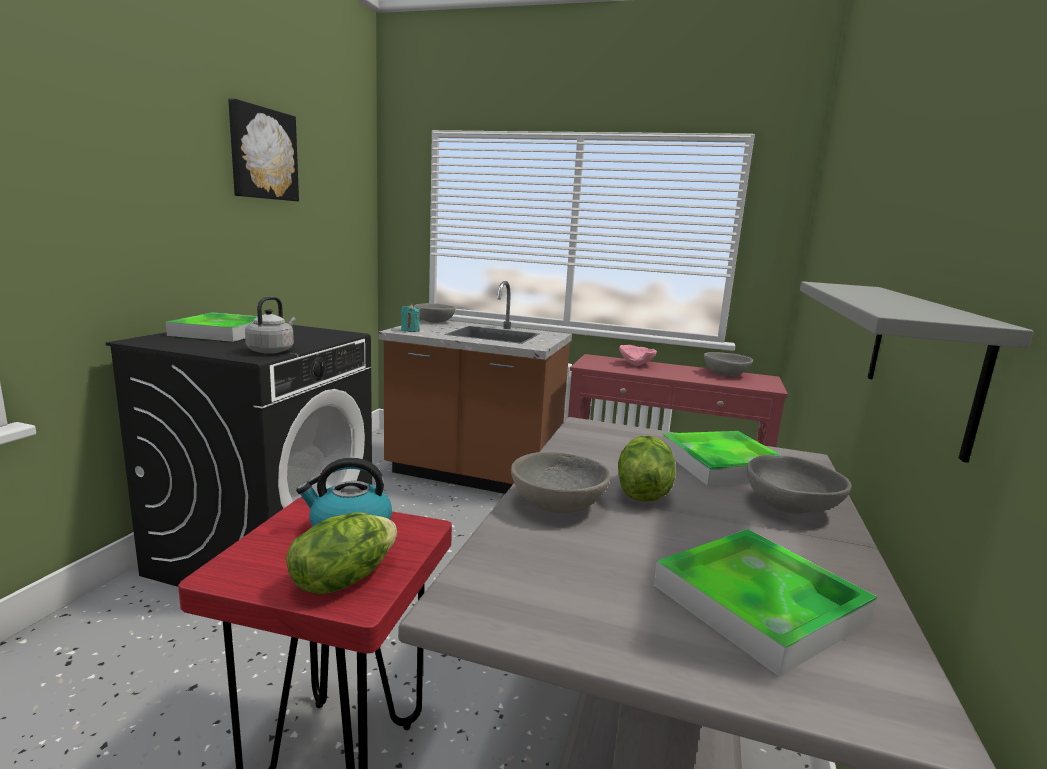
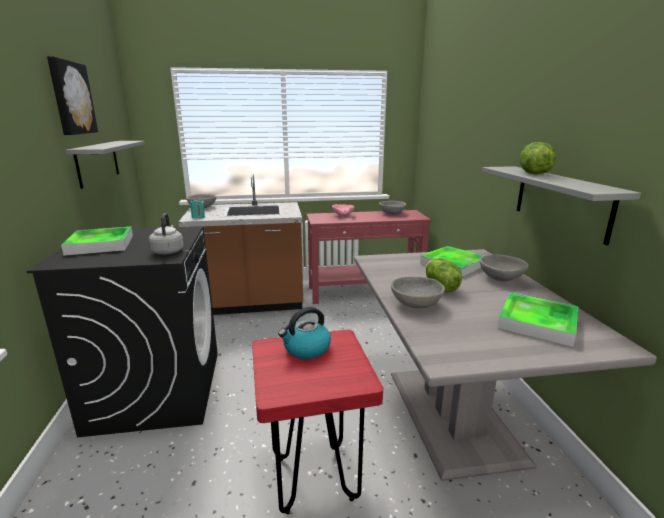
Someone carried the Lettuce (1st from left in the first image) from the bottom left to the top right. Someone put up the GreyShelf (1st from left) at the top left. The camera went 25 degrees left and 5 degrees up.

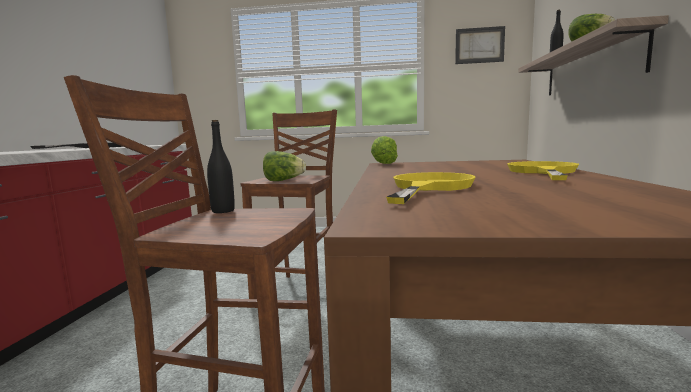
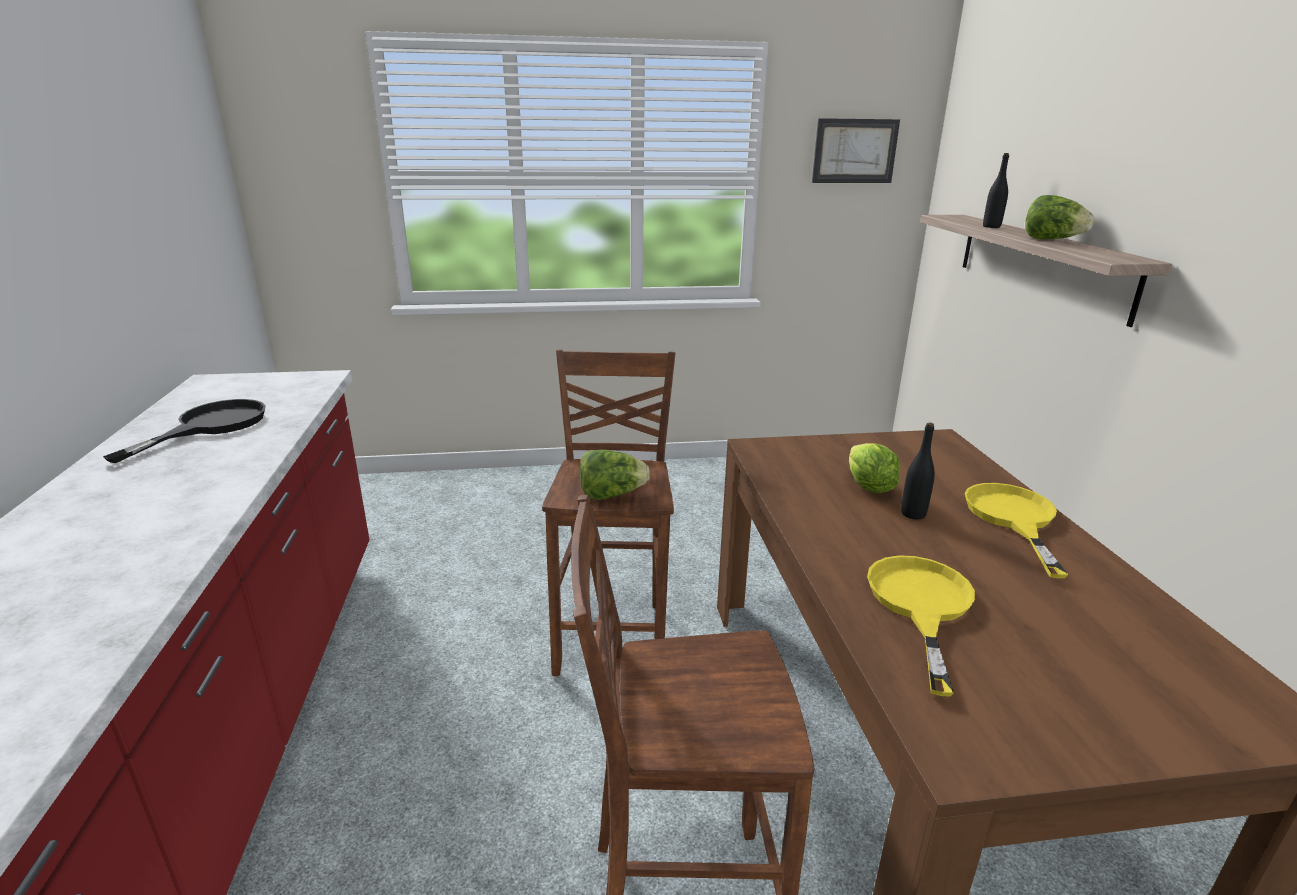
Someone carried the BlackBottle (1st from left) from the middle left to the middle right. Someone carried the Lettuce (2nd from left) from the centre to the middle right. The camera went 15 degrees left and 15 degrees up.

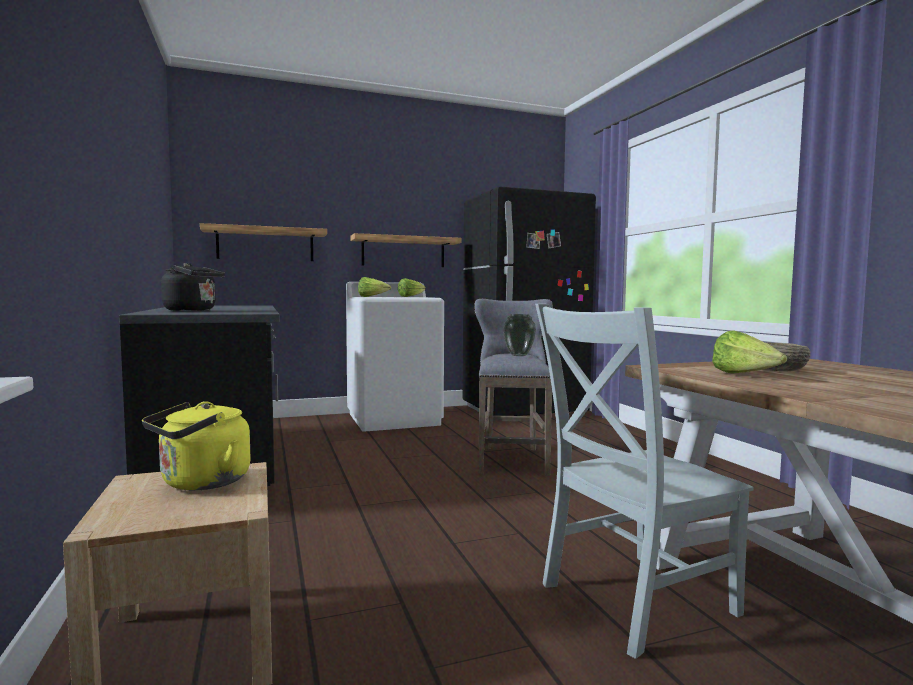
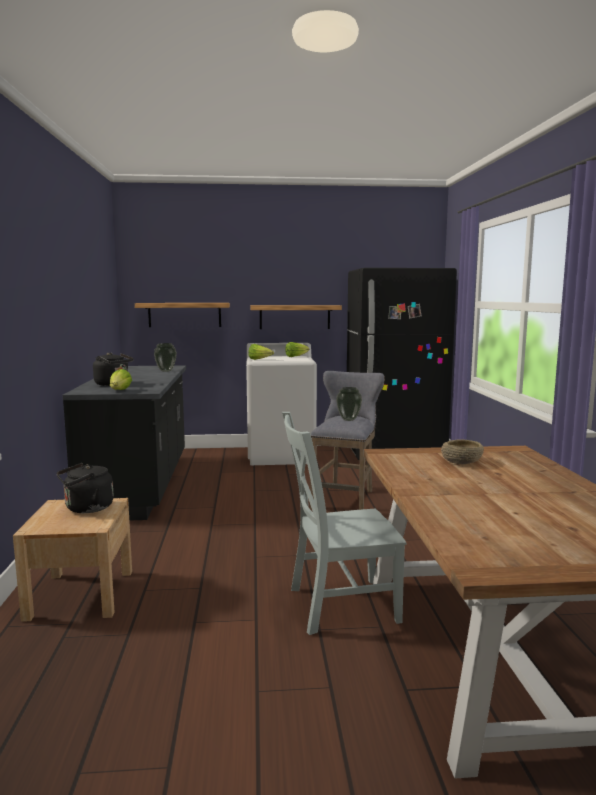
Someone repainted the YellowKettle at the middle left, which became the BlackKettle (1st from left) at the middle left. Someone carried the Lettuce (3rd from left in the first image) from the middle right to the middle left. Someone put down the Vase (1st from left) at the middle left. The camera went 15 degrees right and 5 degrees up.

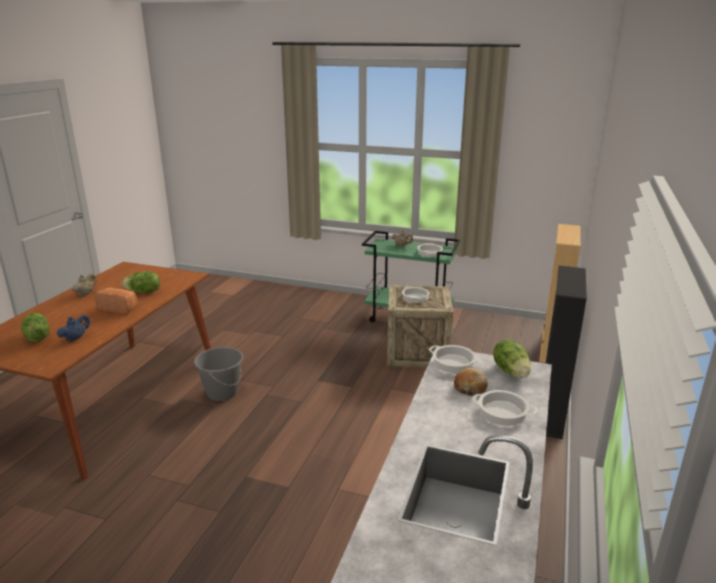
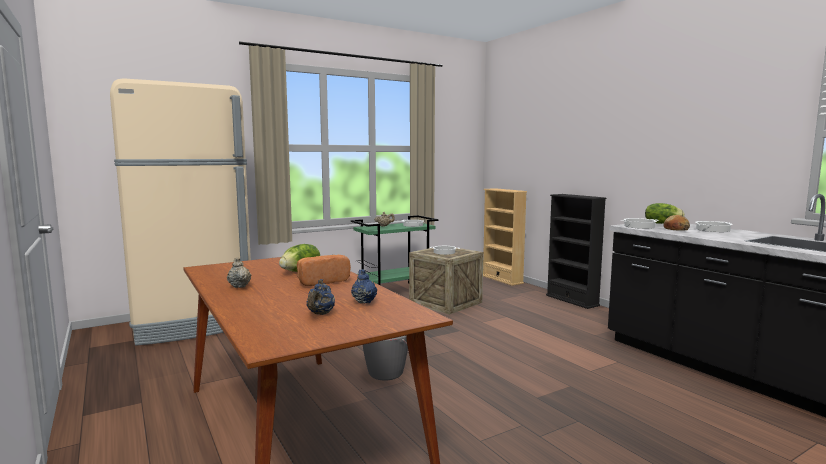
Someone swapped the Lettuce (1st from left) at the middle left for the BlueTeapot (1st from left) at the centre. Someone put down the BeigeFridge at the middle left. The camera went 50 degrees left and 15 degrees down.

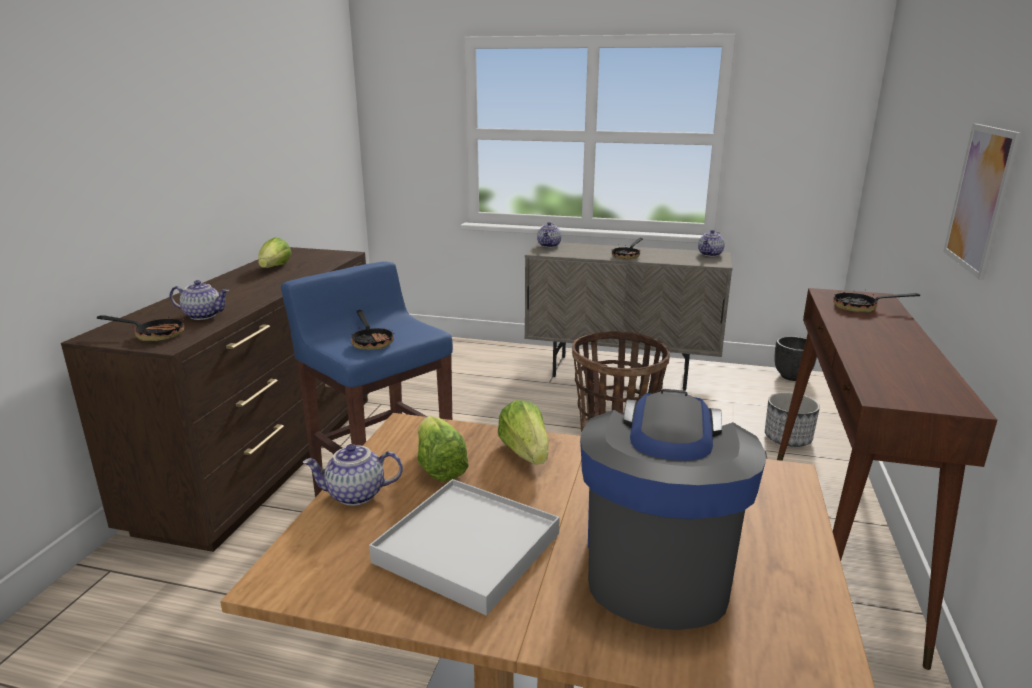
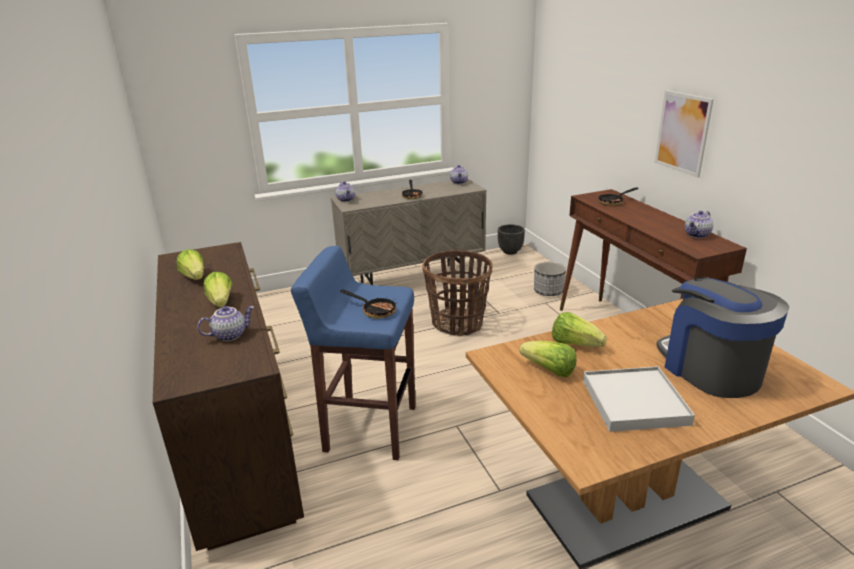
Someone took away the FryingPan (1st from left) at the middle left. Someone carried the Teapot (2nd from left in the first image) from the bottom centre to the middle right. Someone put down the Lettuce (2nd from left) at the middle left. The camera went 35 degrees left and 5 degrees up.

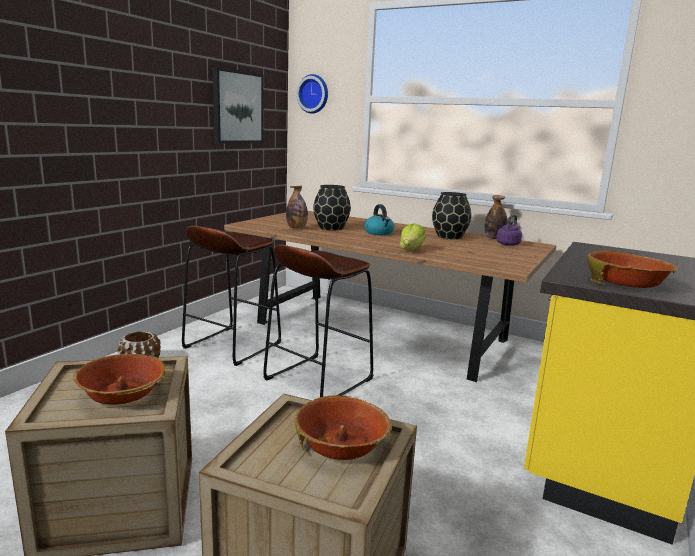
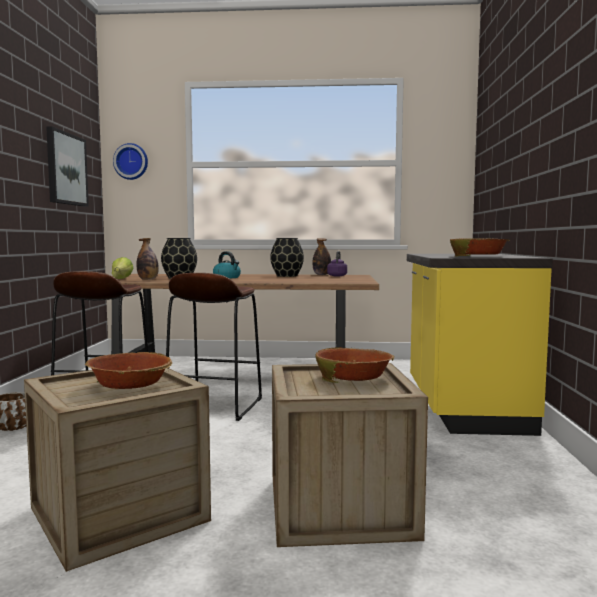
Someone carried the Lettuce from the centre to the middle left. The camera went 25 degrees left and 10 degrees down.

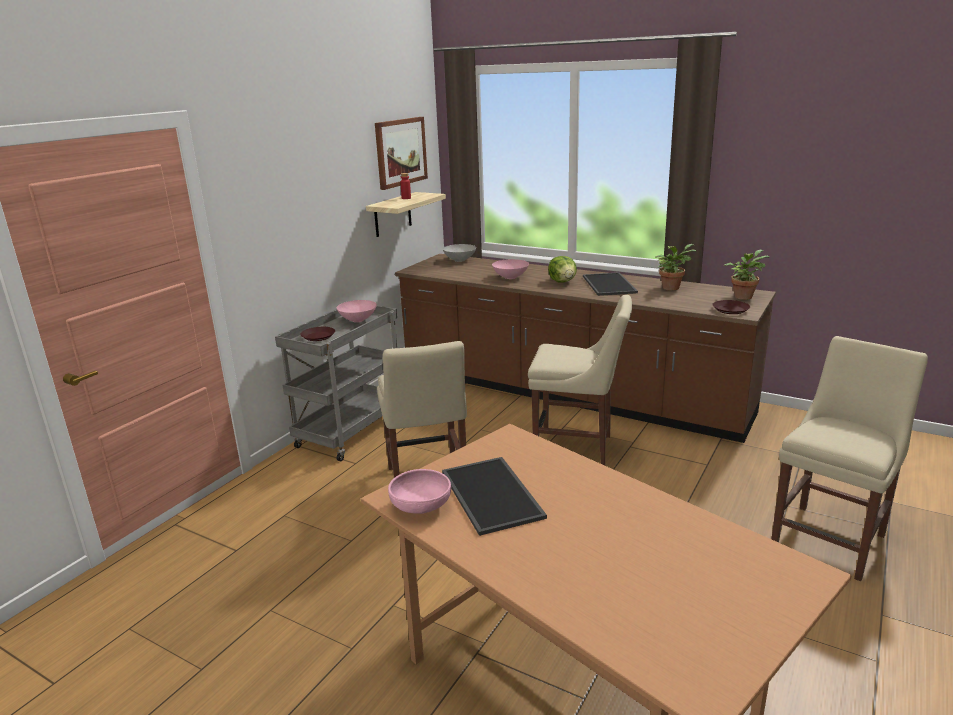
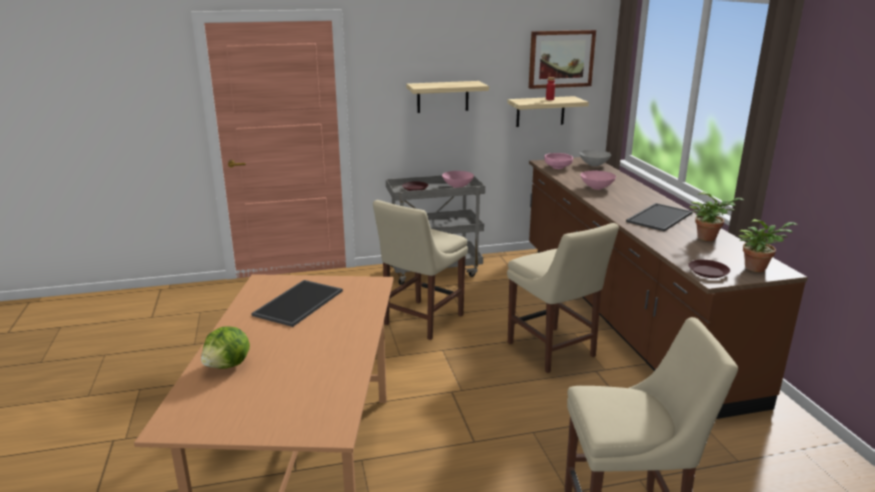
Someone carried the PinkBowl (2nd from left) from the bottom centre to the top centre. Someone carried the Lettuce from the centre to the bottom left. Someone put up the Shelf (1st from left) at the top centre. The camera went 45 degrees right and 0 degrees up.

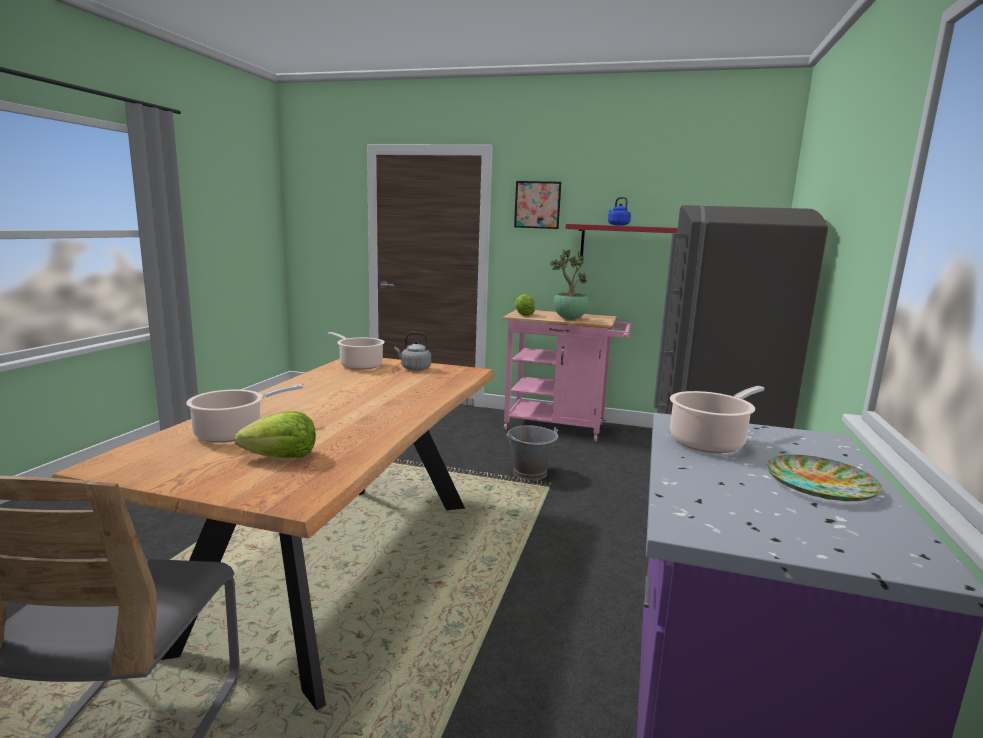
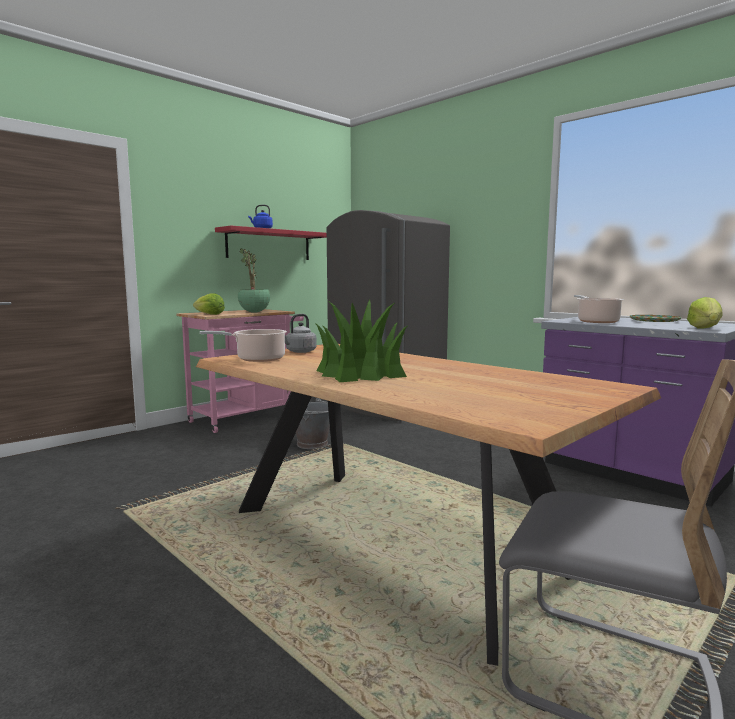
Someone took away the CookingPot (1st from left) at the middle left. Someone carried the Lettuce (1st from left in the first image) from the middle left to the middle right. Someone took away the Picture at the top centre. Someone put down the PottedPlant (2nd from left) at the centre. The camera went 60 degrees left and 5 degrees down.

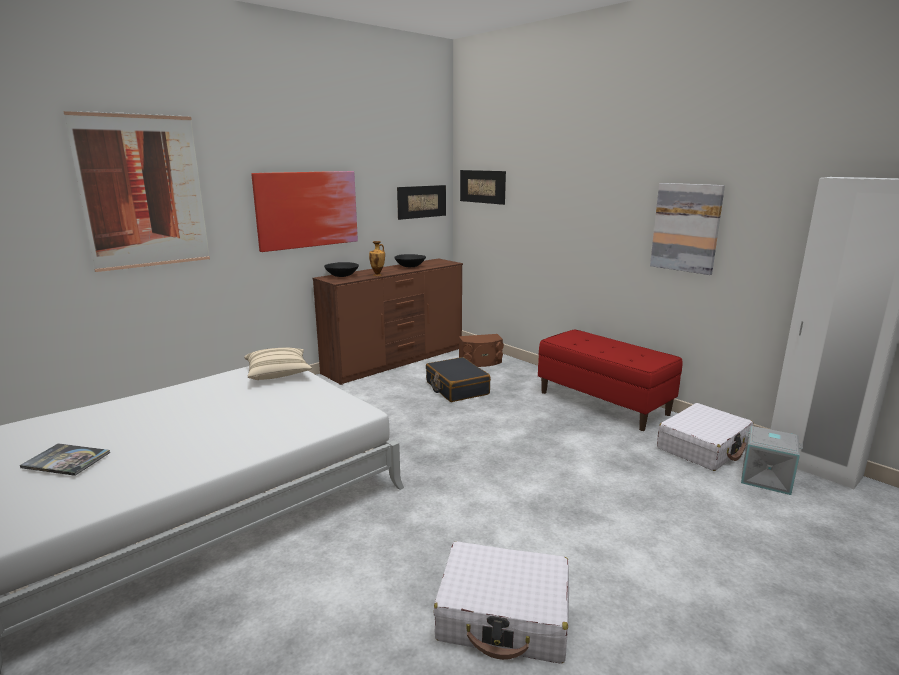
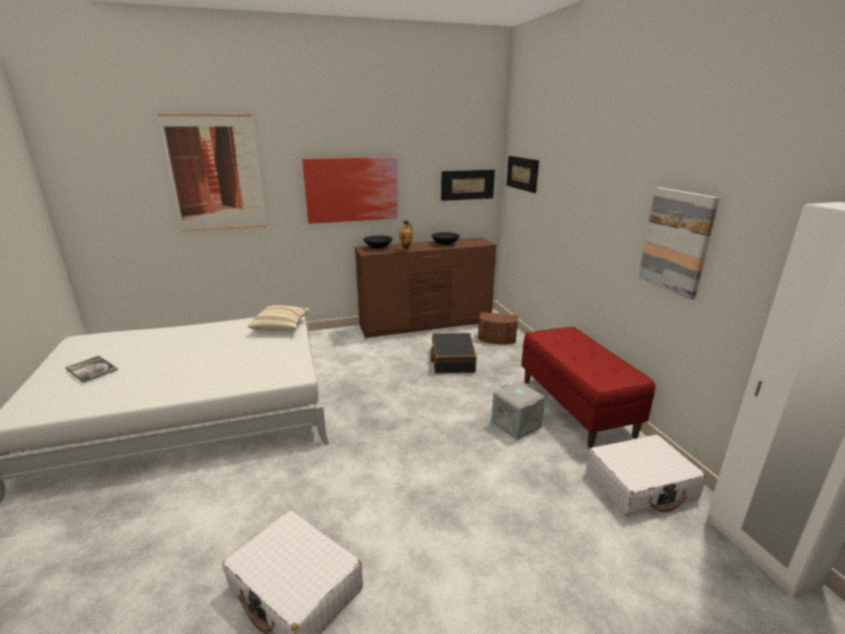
Someone carried the GreyStorageBox from the bottom right to the centre. The camera went 25 degrees right and 5 degrees up.

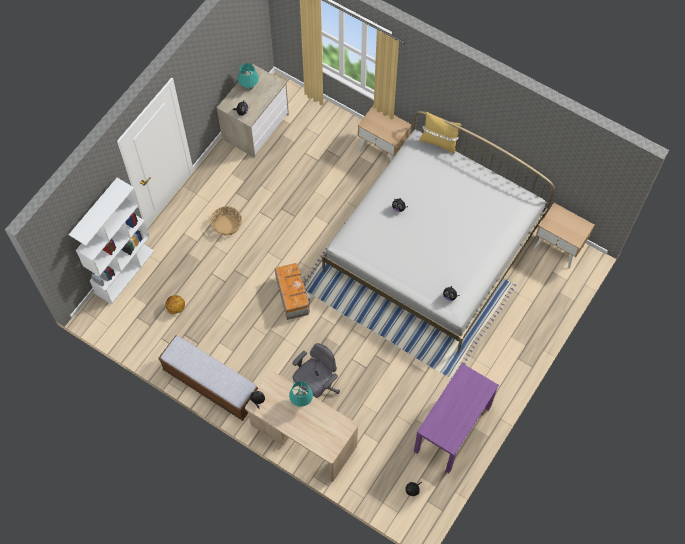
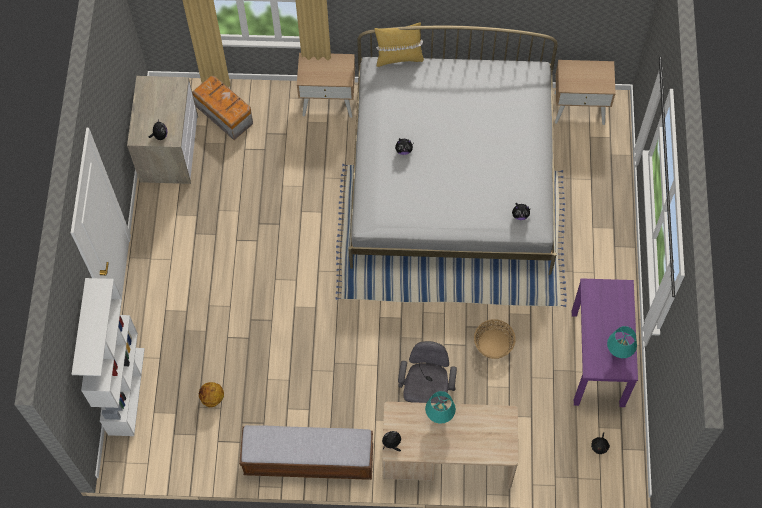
Someone carried the Basket from the middle left to the bottom centre. Someone carried the TurquoiseTableLamp (1st from left in the first image) from the top centre to the bottom right. Someone carried the StorageBox from the centre to the top left. The camera went 30 degrees left and 0 degrees up.

